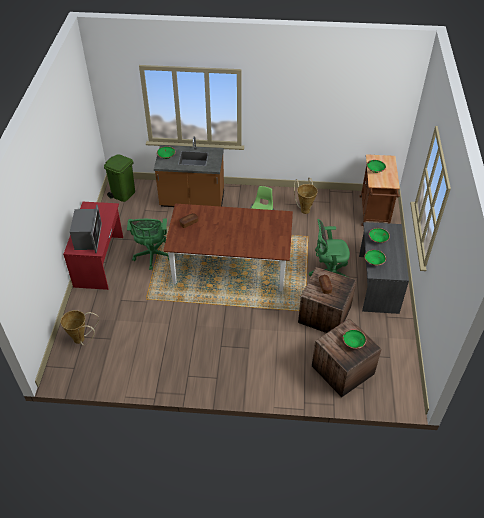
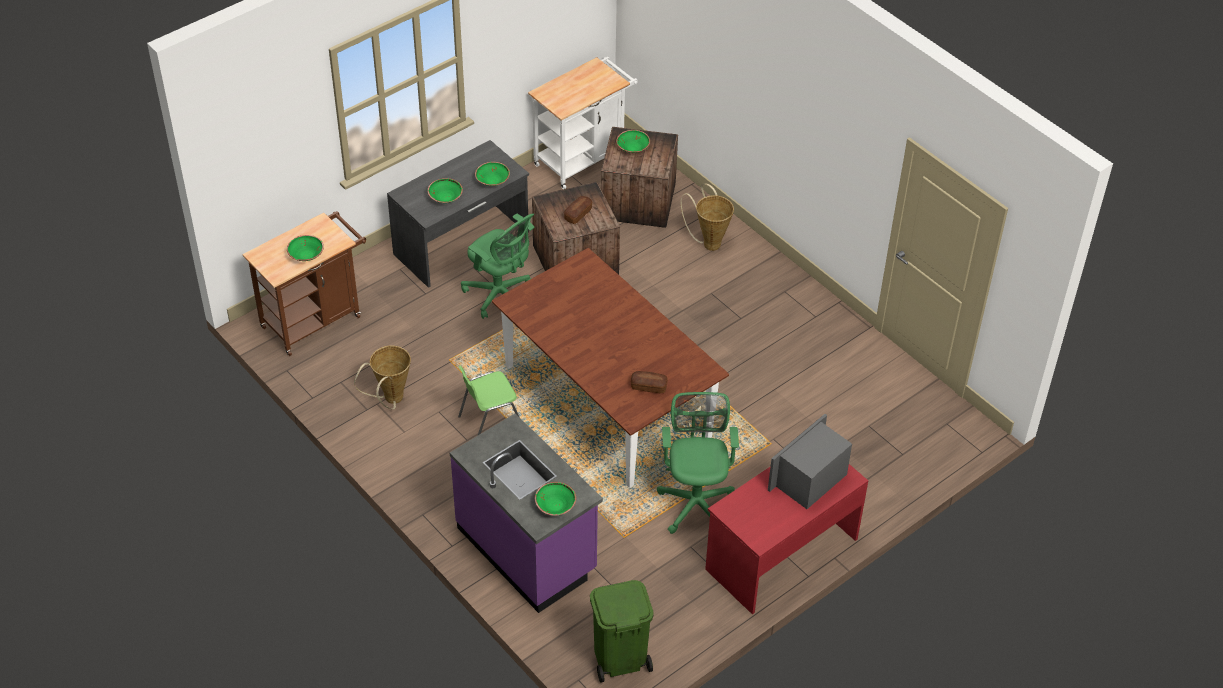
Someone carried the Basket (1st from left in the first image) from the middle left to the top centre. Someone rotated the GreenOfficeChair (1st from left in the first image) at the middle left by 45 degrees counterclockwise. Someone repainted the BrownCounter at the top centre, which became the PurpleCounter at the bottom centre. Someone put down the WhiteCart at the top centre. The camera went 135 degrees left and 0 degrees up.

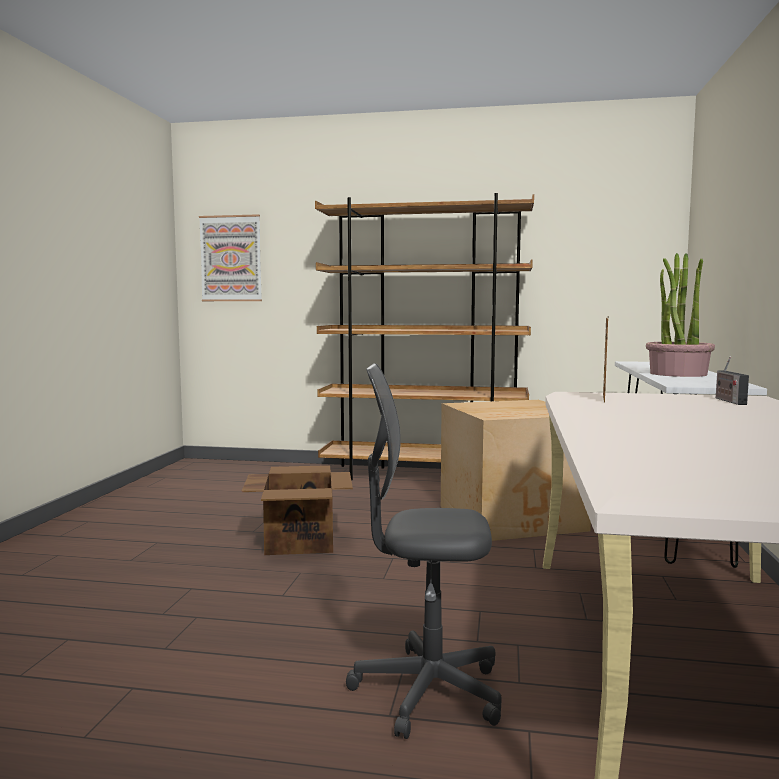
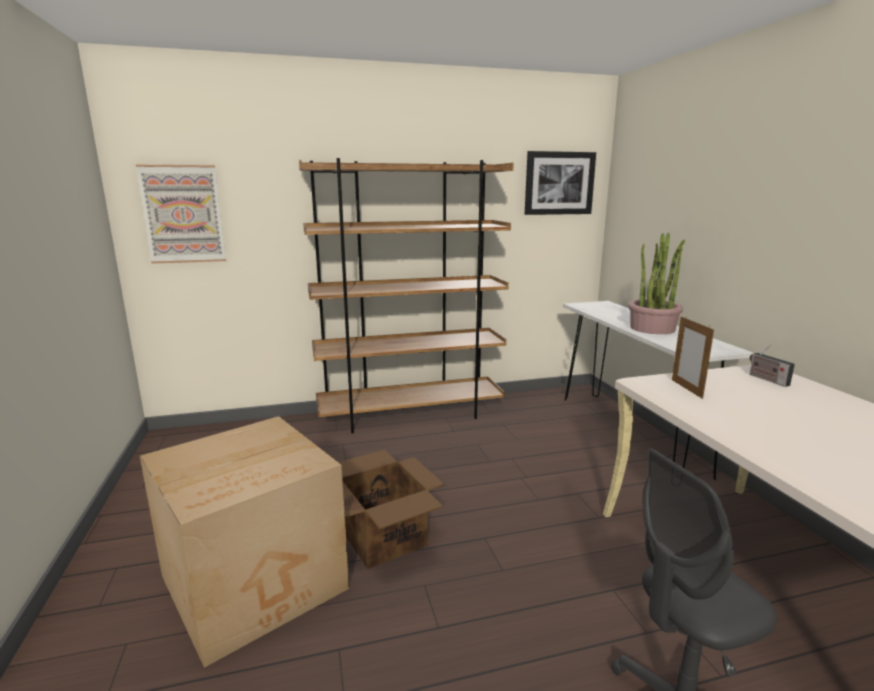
Someone carried the CardboardBox (2nd from left in the first image) from the centre to the bottom left. Someone put up the Picture (2nd from left) at the top centre. The camera went 25 degrees left and 10 degrees up.

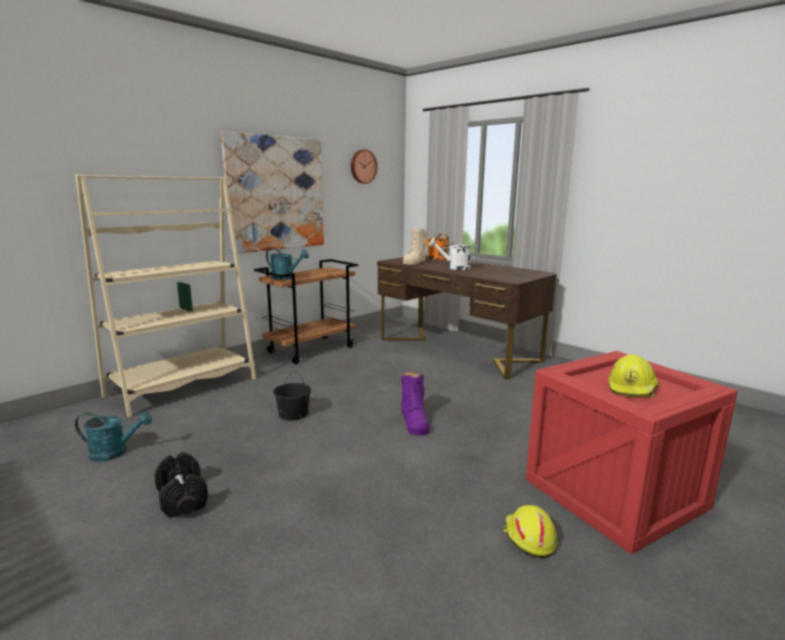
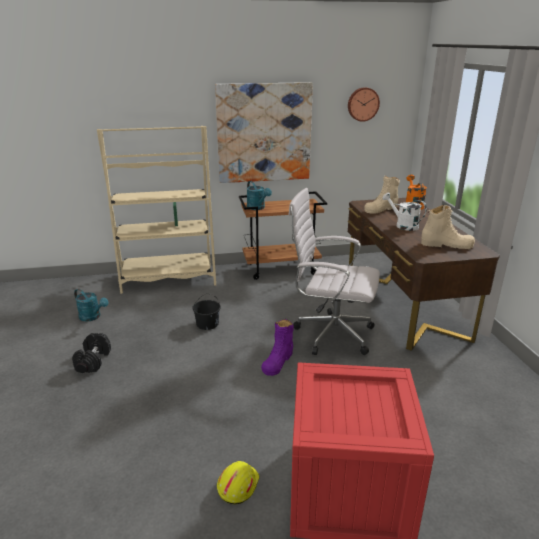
Someone took away the YellowHardHat (2nd from left) at the middle right. Someone put down the WhiteOfficeChair at the centre. Someone put down the BeigeBoot (2nd from left) at the middle right. The camera went 35 degrees right and 10 degrees up.

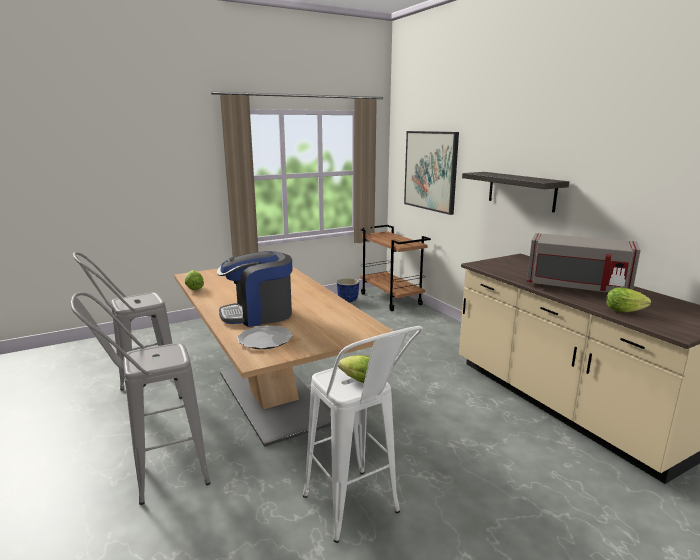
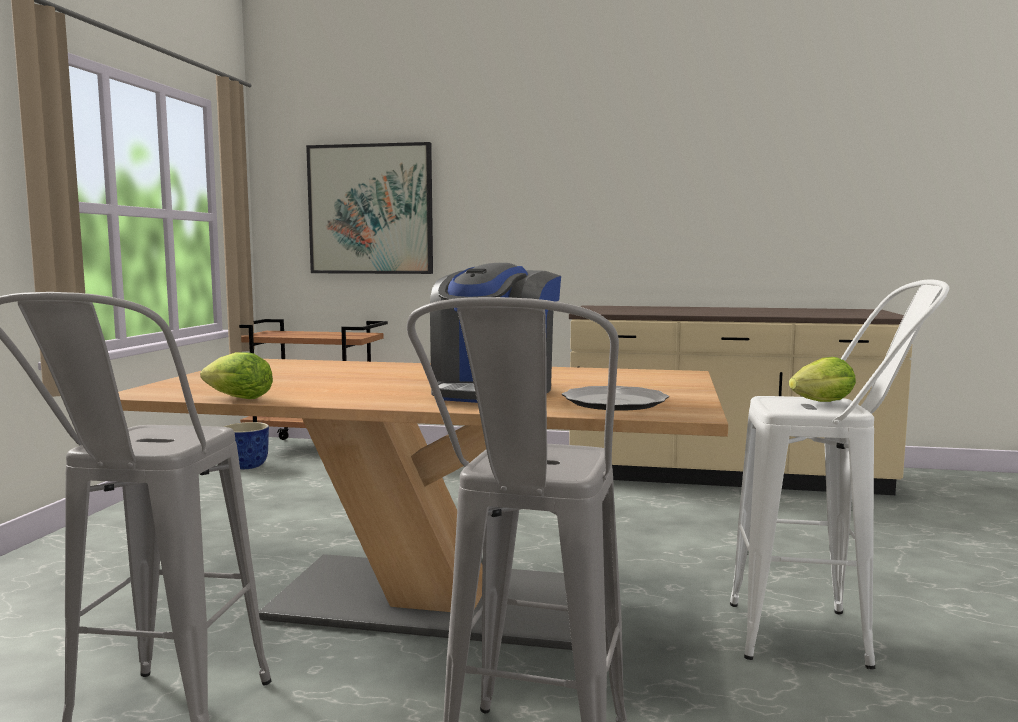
Someone took away the Shelf at the middle right. Someone took away the GreyMicrowave at the middle right. Someone took away the Lettuce (3rd from left) at the middle right. The camera went 50 degrees left and 10 degrees down.

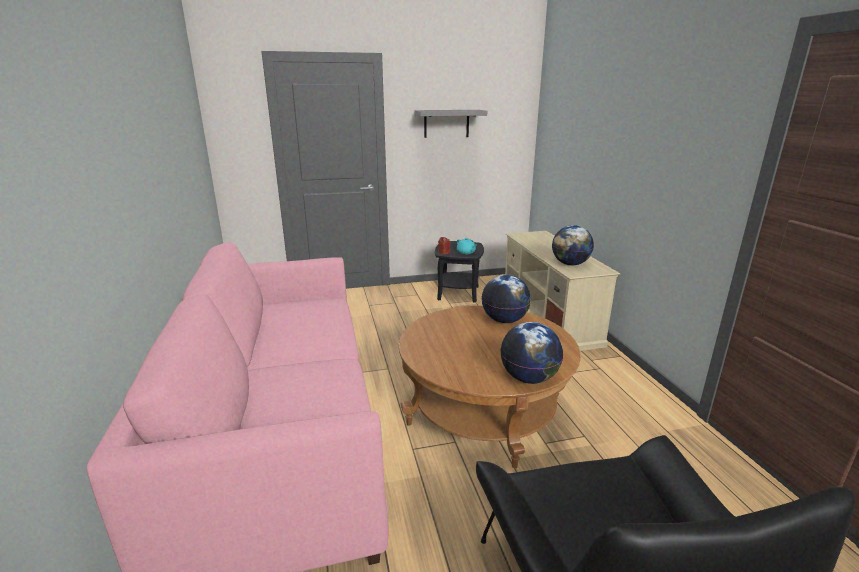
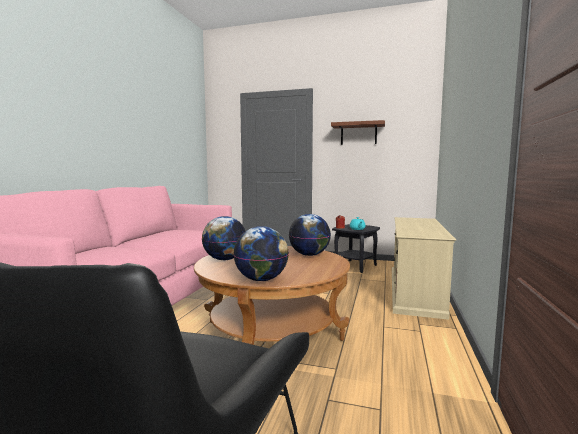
Someone repainted the GreyShelf at the top centre, which became the BrownShelf at the top centre. Someone carried the Globe (3rd from left in the first image) from the middle right to the centre. The camera went 30 degrees right and 15 degrees down.

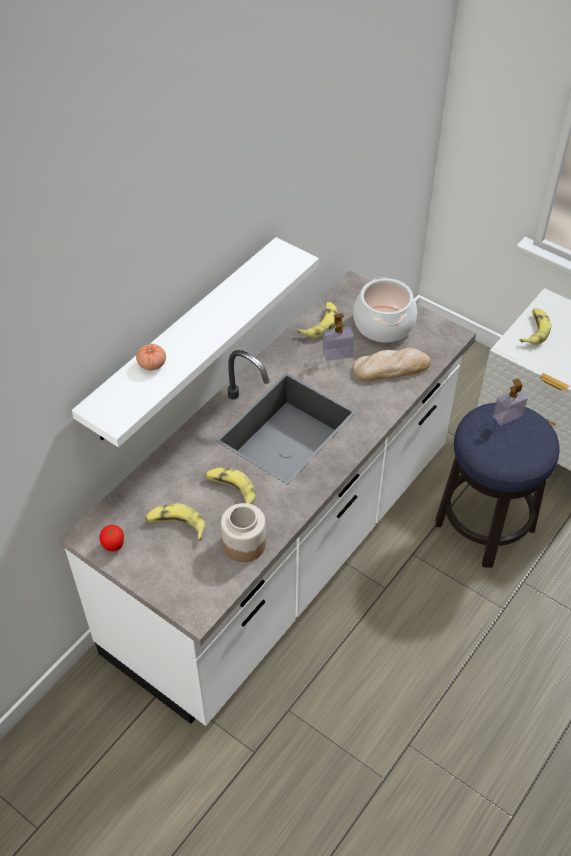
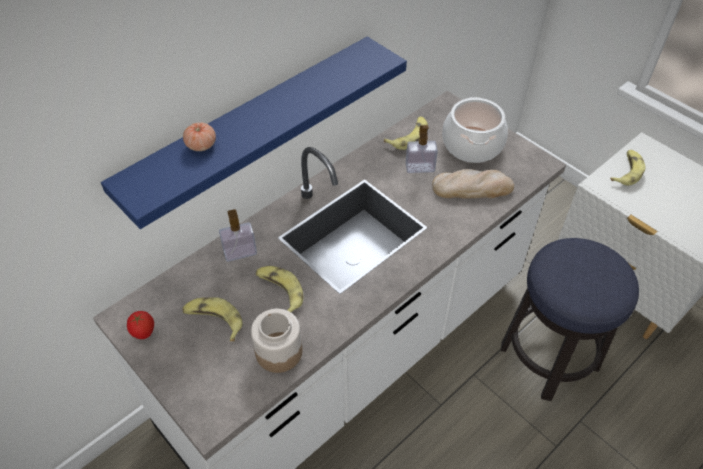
Someone repainted the WhiteShelf at the centre, which became the BlueShelf at the top centre. Someone carried the SoapDispenser (2nd from left in the first image) from the middle right to the centre. The camera went 10 degrees right and 0 degrees up.

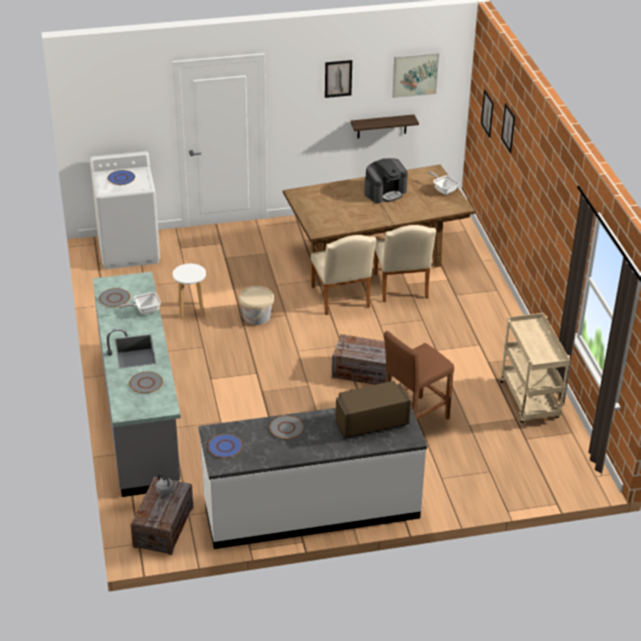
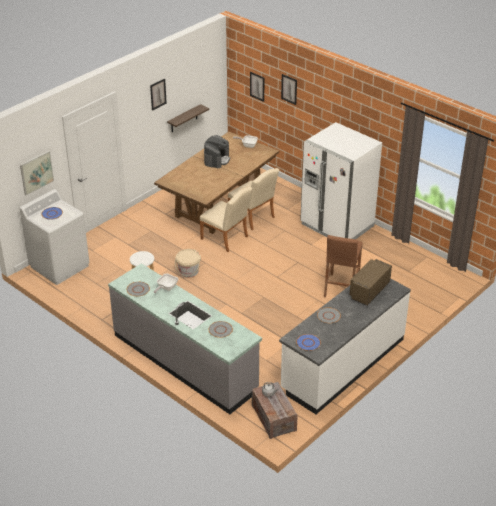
Someone took away the Crate (2nd from left) at the centre. Someone carried the Picture (2nd from left in the first image) from the top centre to the middle left. Someone took away the BeigeCart at the middle right. Someone put down the WhiteFridge at the middle right. The camera went 35 degrees left and 0 degrees up.

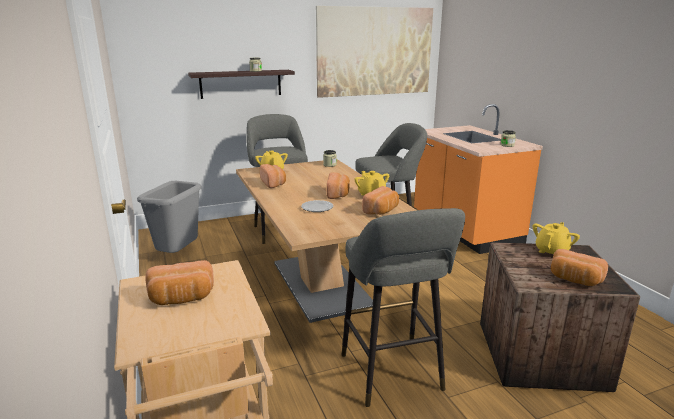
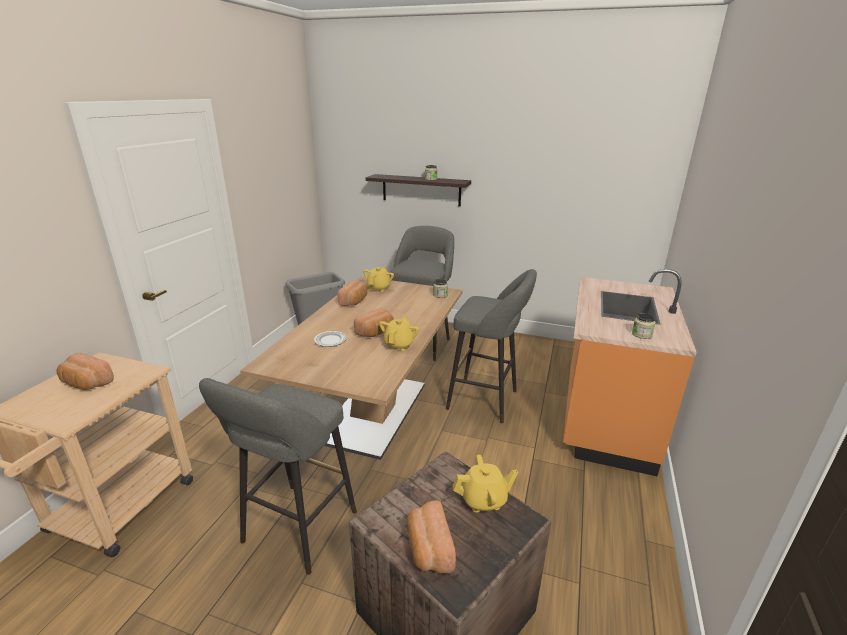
Someone took away the Picture at the top centre. Someone took away the Bread (4th from left) at the centre. The camera went 40 degrees right and 5 degrees up.

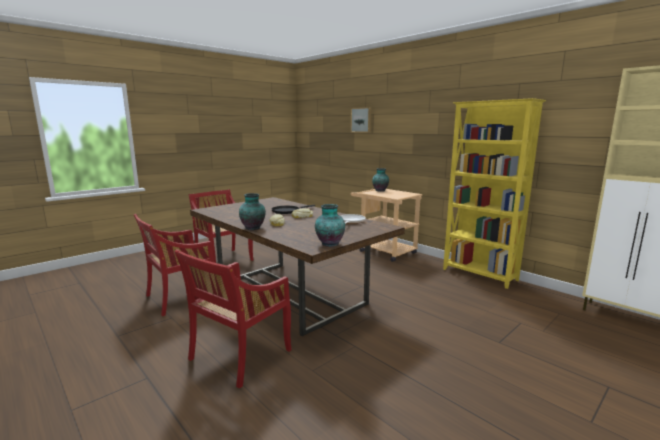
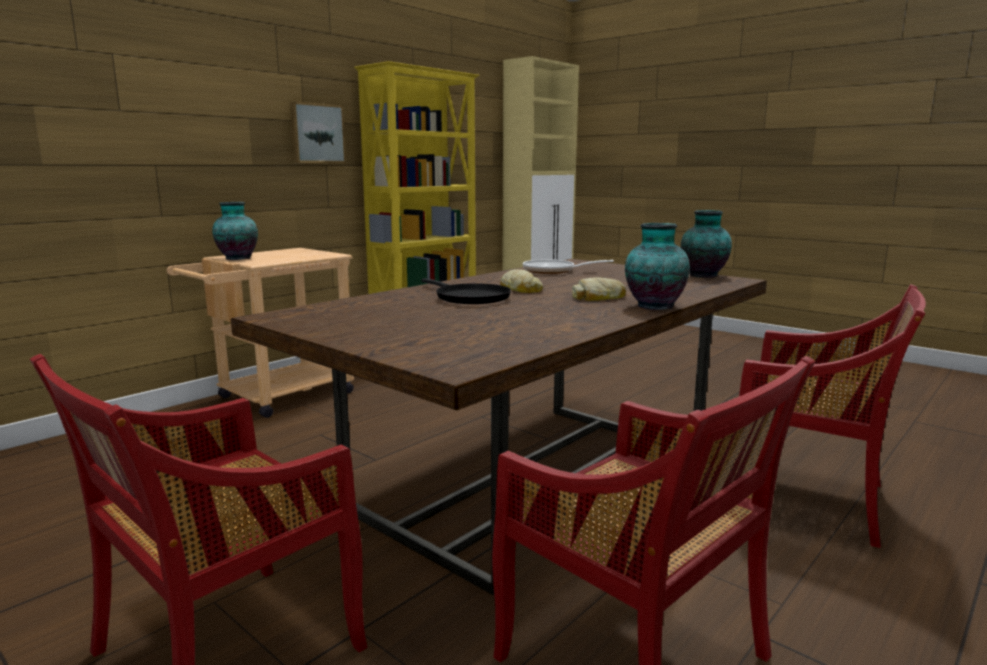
Someone carried the Picture from the top centre to the top left. The camera went 95 degrees left and 0 degrees up.

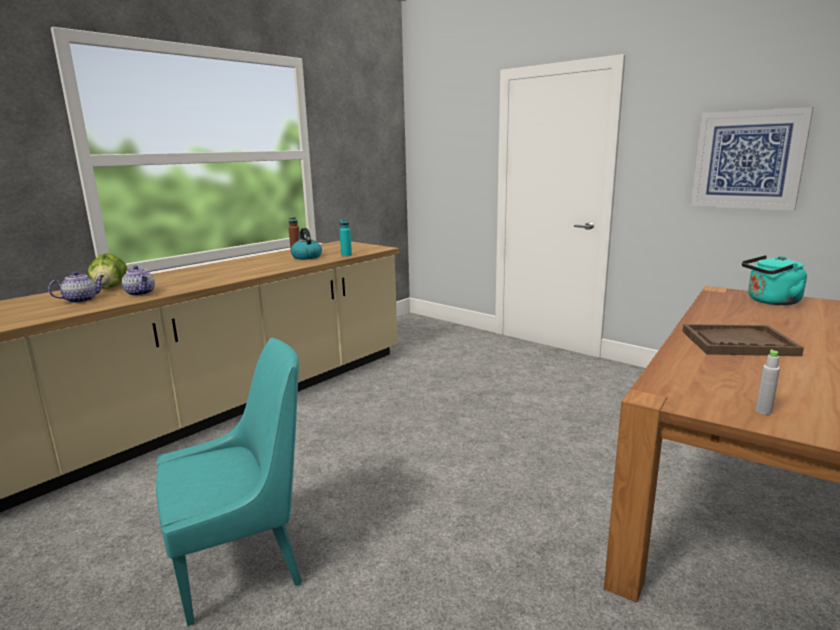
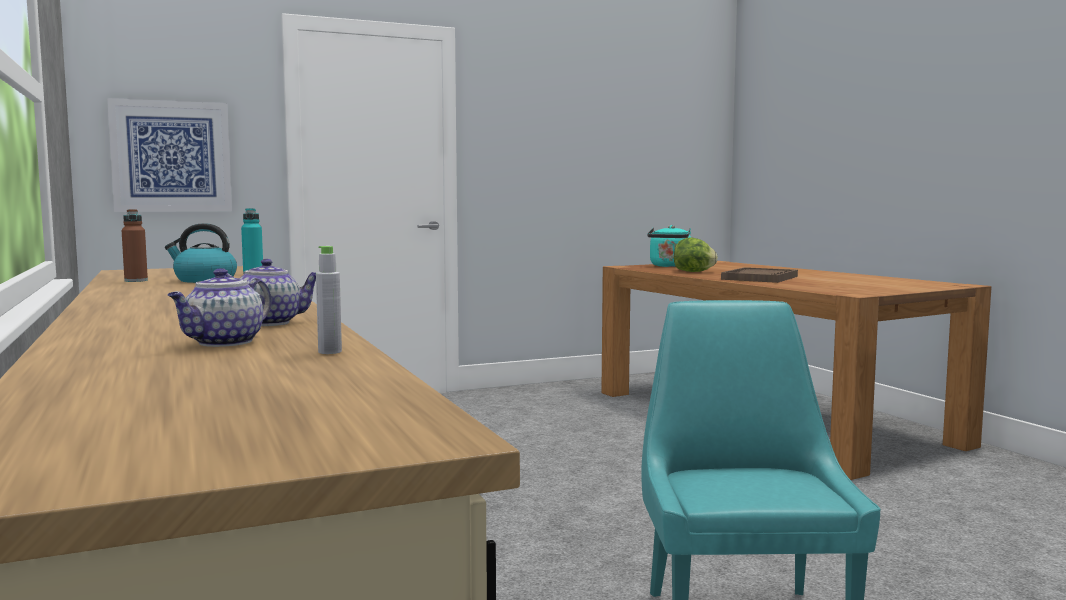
Someone rotated the Teapot (1st from left) at the middle left by 135 degrees counterclockwise. Someone carried the Lettuce from the middle left to the centre. Someone carried the Picture from the top right to the top left. Someone carried the GreyBottle from the middle right to the middle left. The camera went 65 degrees left and 10 degrees down.

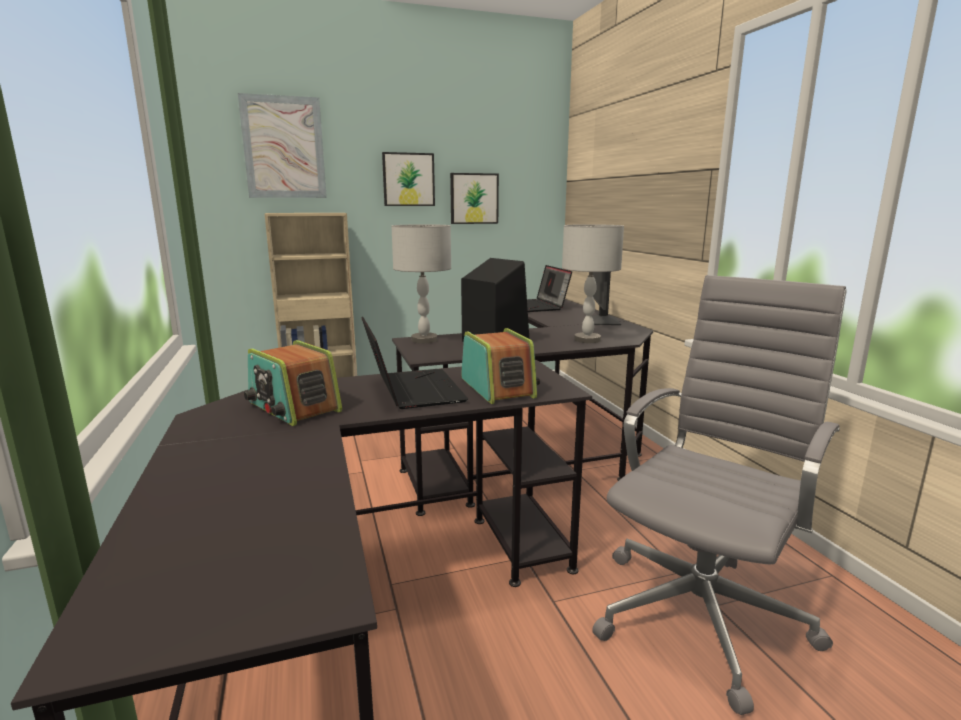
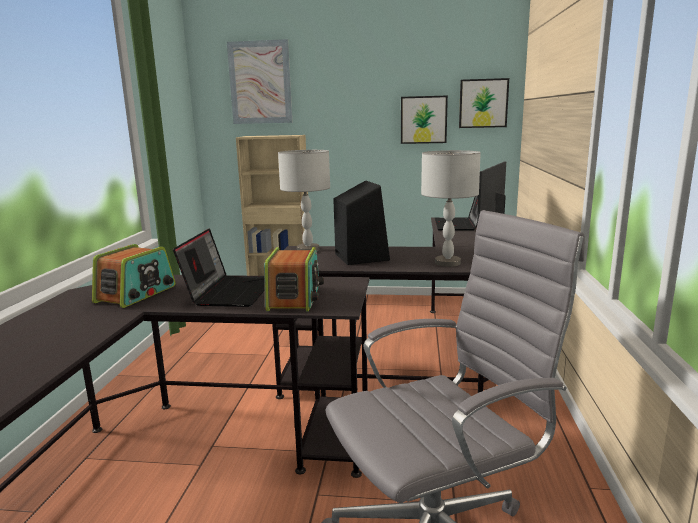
Someone rotated the Radio (1st from left) at the middle left by 135 degrees counterclockwise. Someone carried the Picture (2nd from left in the first image) from the top centre to the top right. The camera went 25 degrees right and 0 degrees up.

